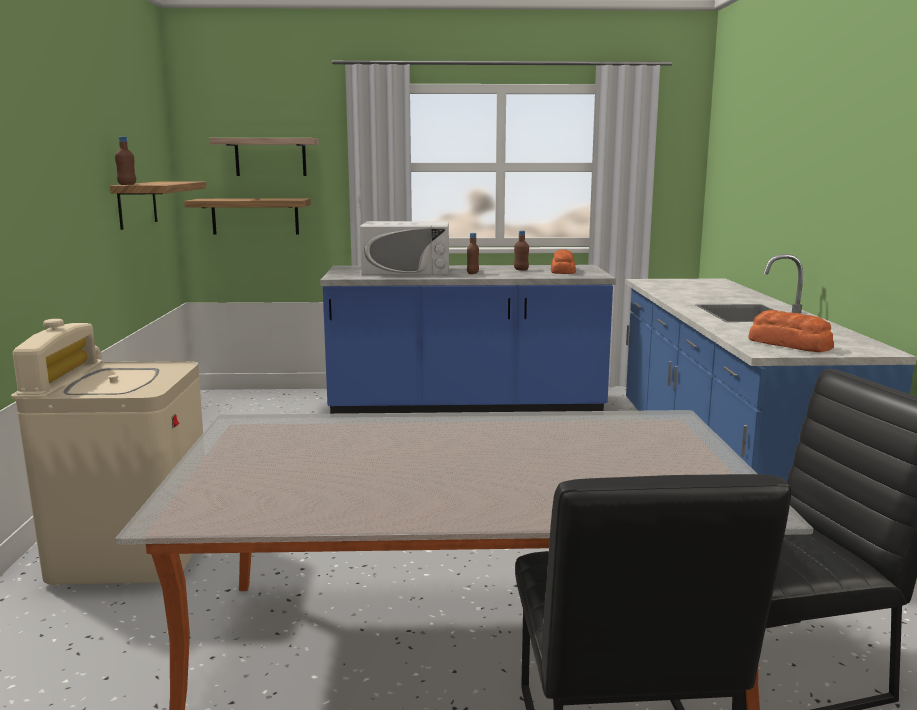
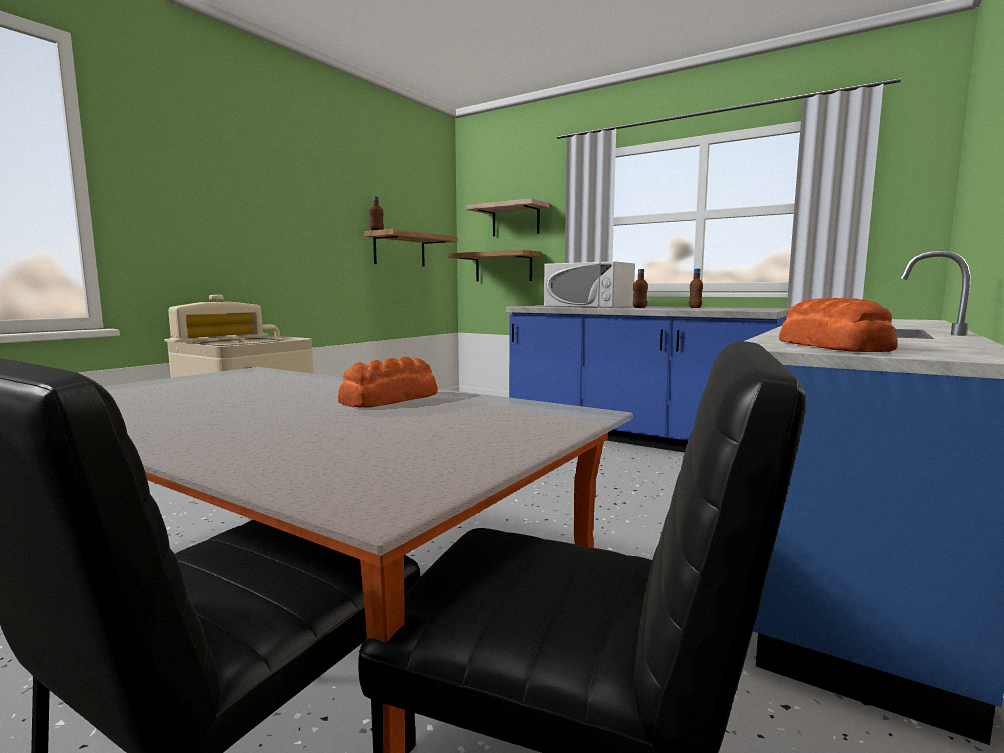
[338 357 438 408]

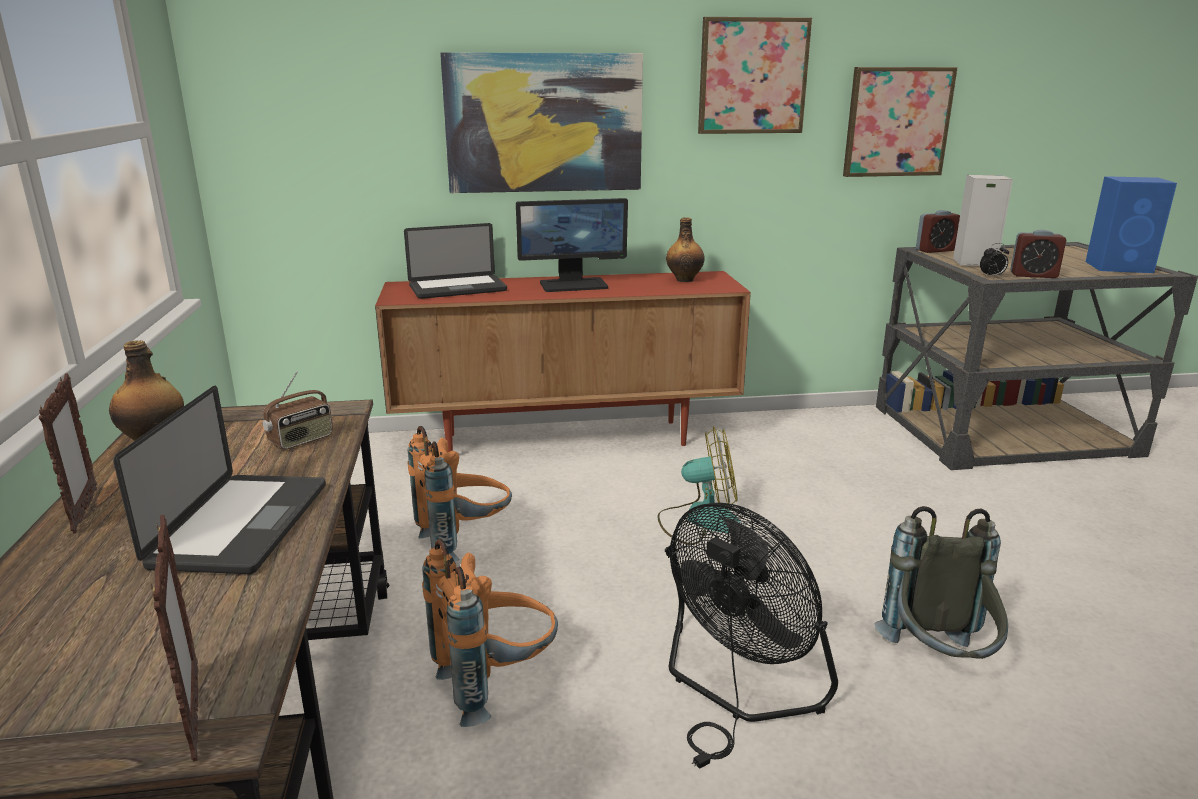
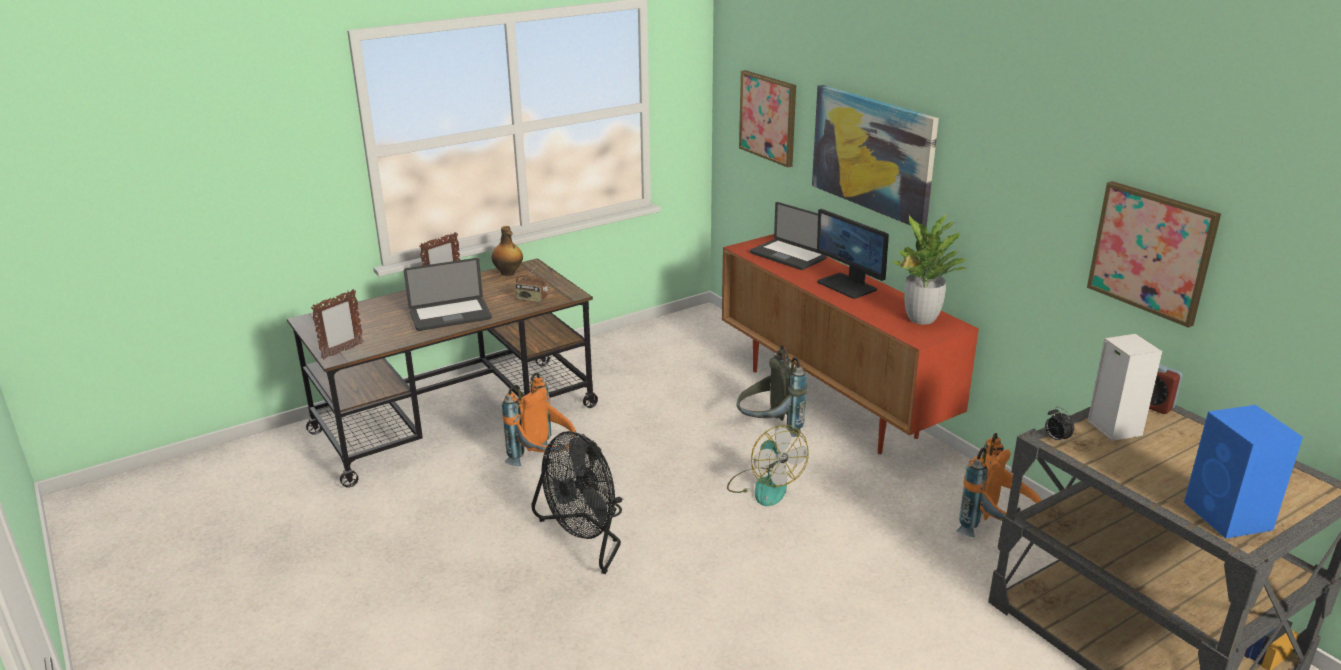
[956 433 1042 537]
[531 431 623 574]
[892 215 966 325]
[739 70 796 167]
[736 345 807 437]
[1010 230 1066 278] (first image)

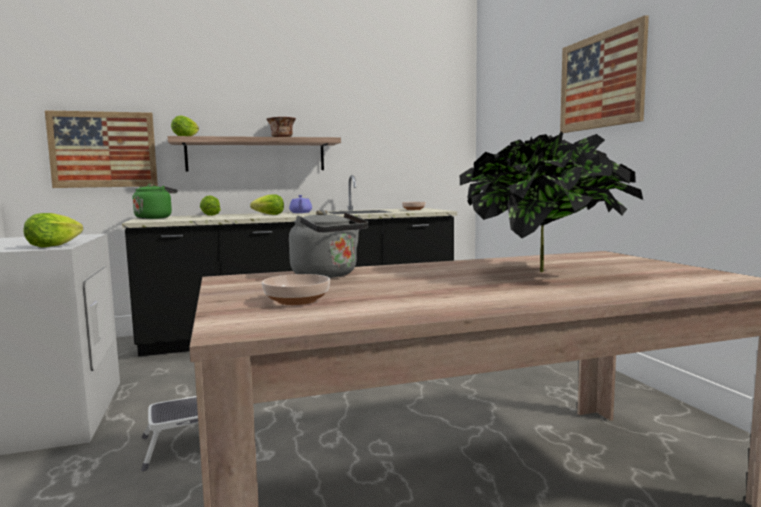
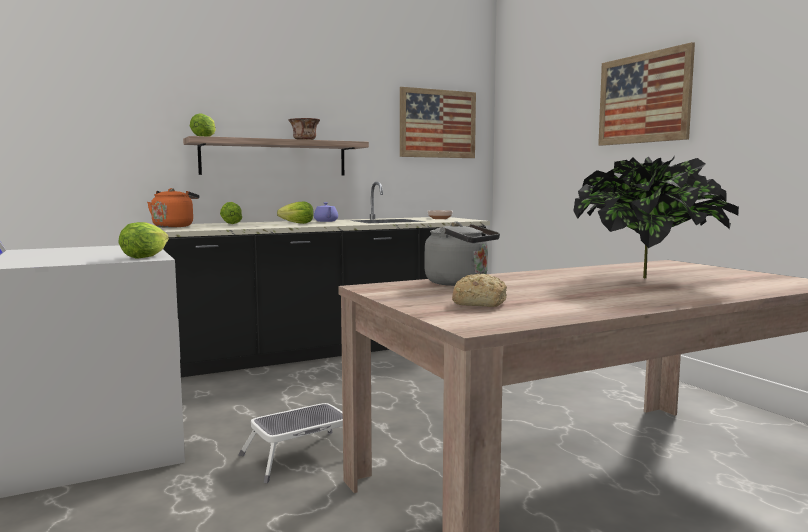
[400 87 476 158]
[147 188 199 228]
[452 274 507 307]

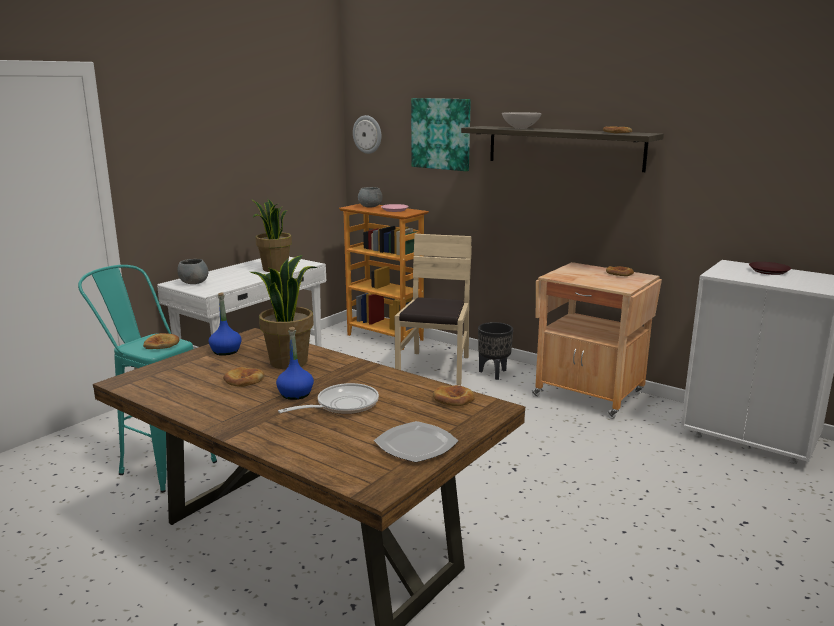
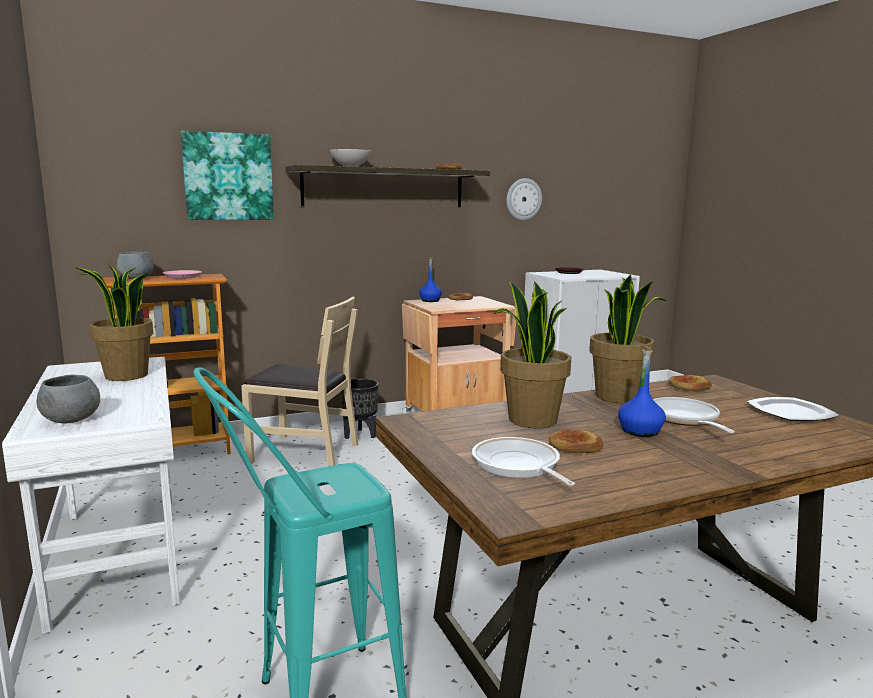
[143 333 180 349] (first image)
[419 257 442 302]
[507 178 542 220]
[241 297 358 466]
[472 437 575 486]
[589 275 667 403]

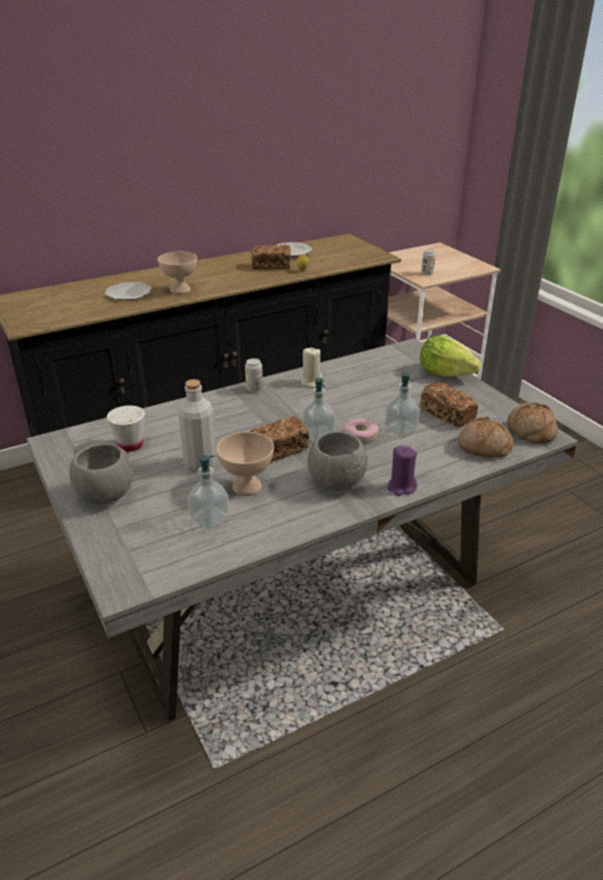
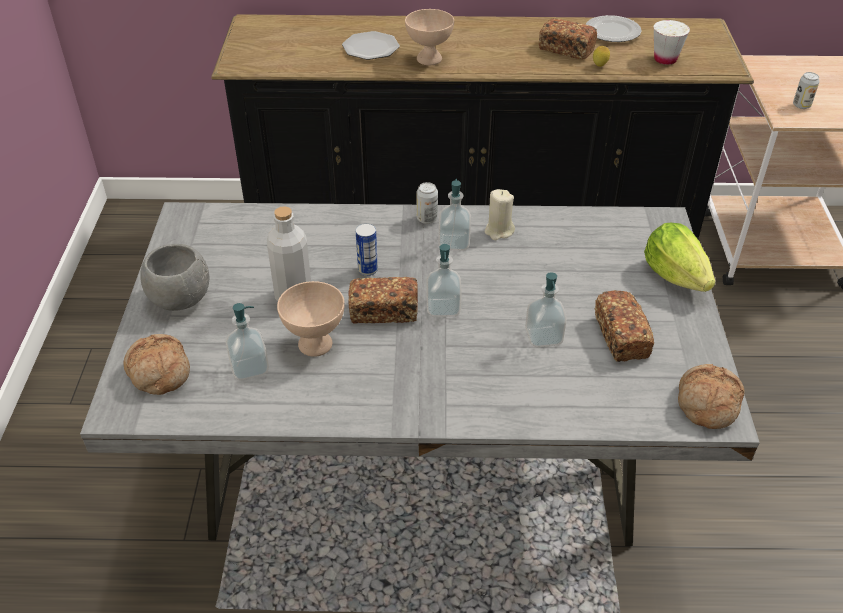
[654 20 690 65]
[308 431 368 491] (first image)
[343 418 379 443] (first image)
[387 446 417 496] (first image)
[123 334 190 395]
[356 223 378 276]
[439 179 471 250]

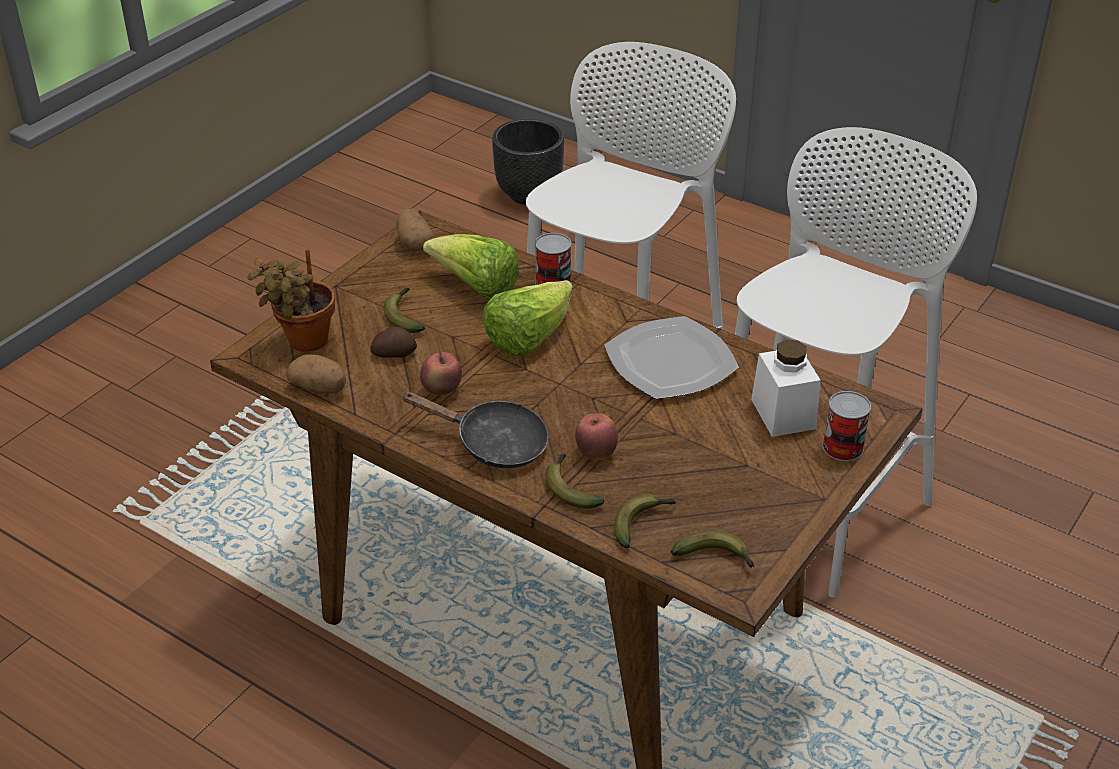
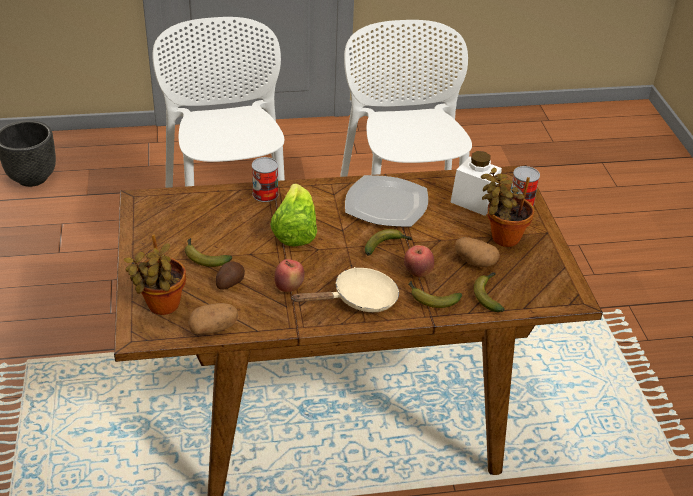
[455 237 500 267]
[291 267 399 312]
[423 234 519 299] (first image)
[365 229 412 256]
[481 167 534 247]

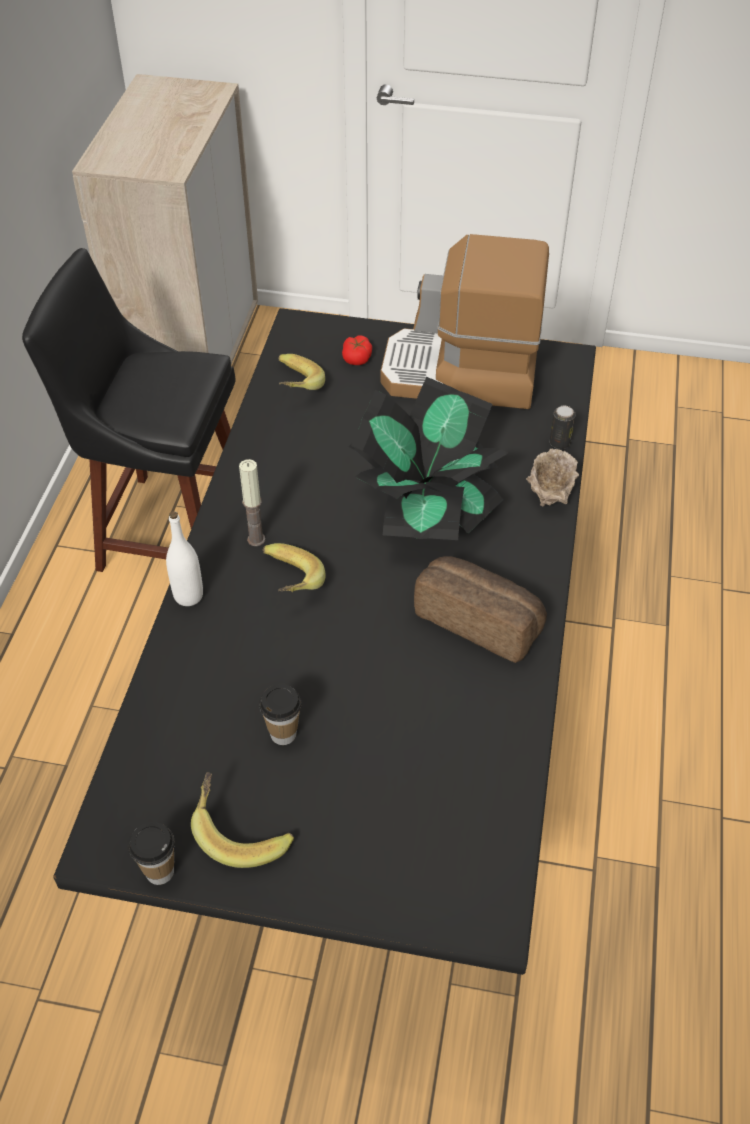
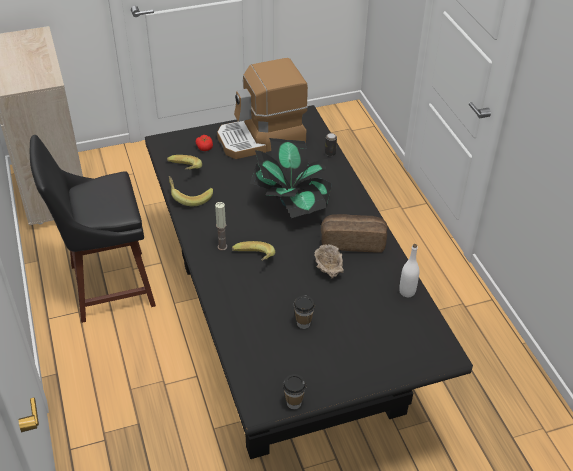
[399 244 419 297]
[169 176 213 206]
[314 244 344 279]

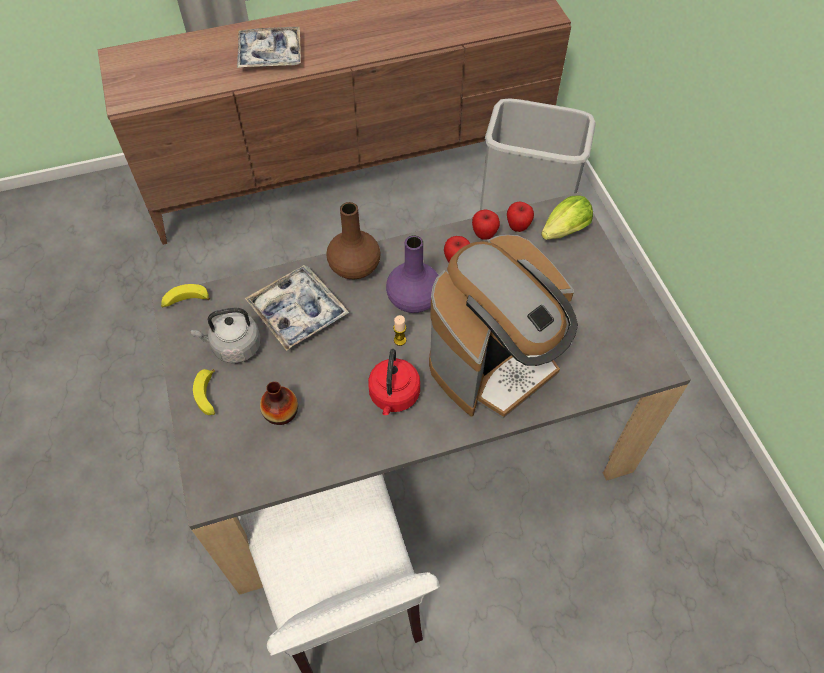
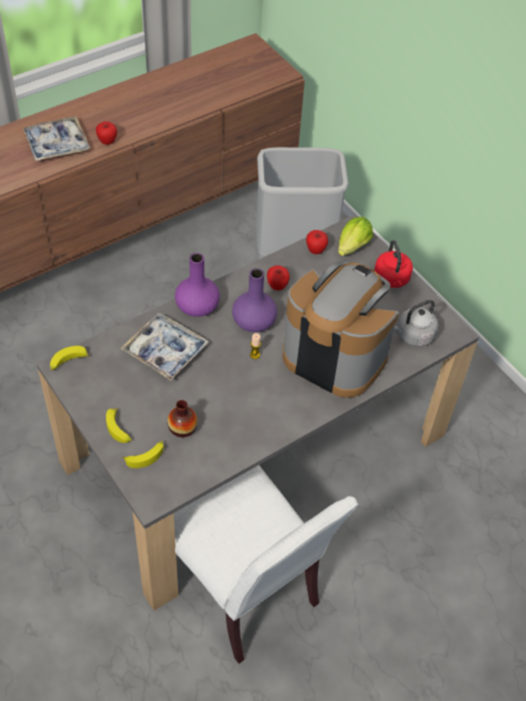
[394 300 438 346]
[175 253 220 317]
[374 240 413 288]
[282 261 399 398]
[96 122 117 145]
[122 441 164 468]

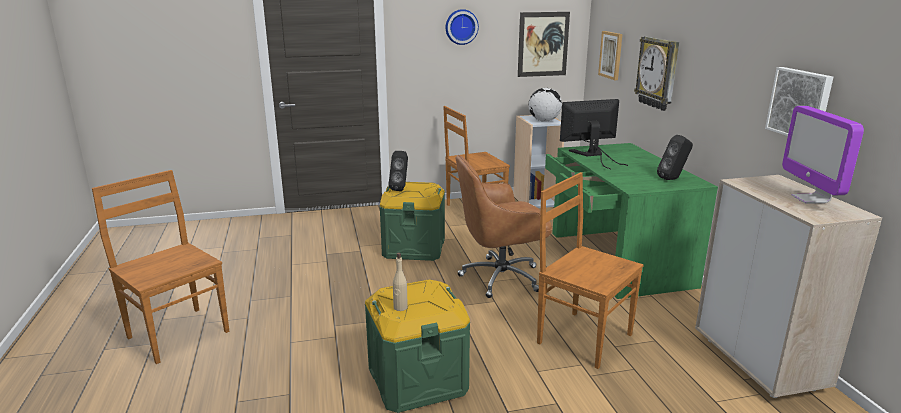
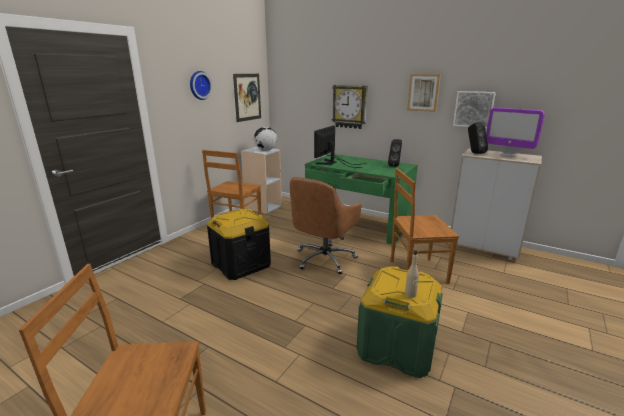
[207 209 271 280]
[468 122 488 154]
[407 74 441 112]

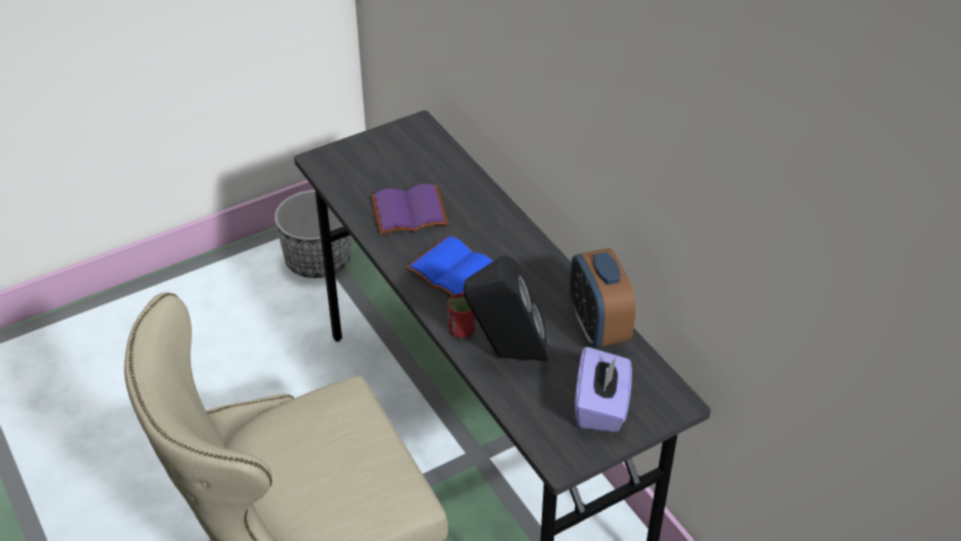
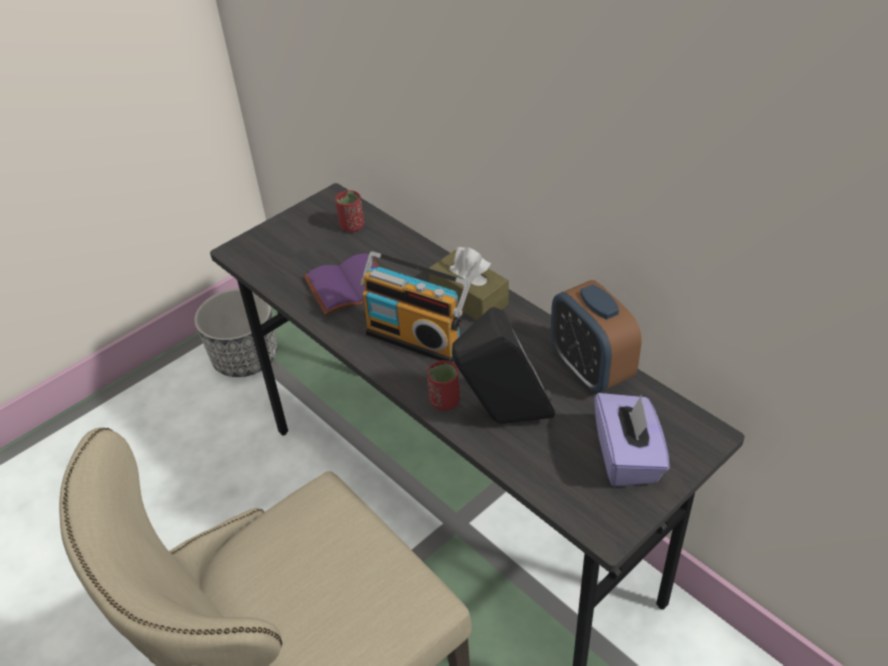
[360 251 471 362]
[335 190 364 232]
[429 247 509 320]

